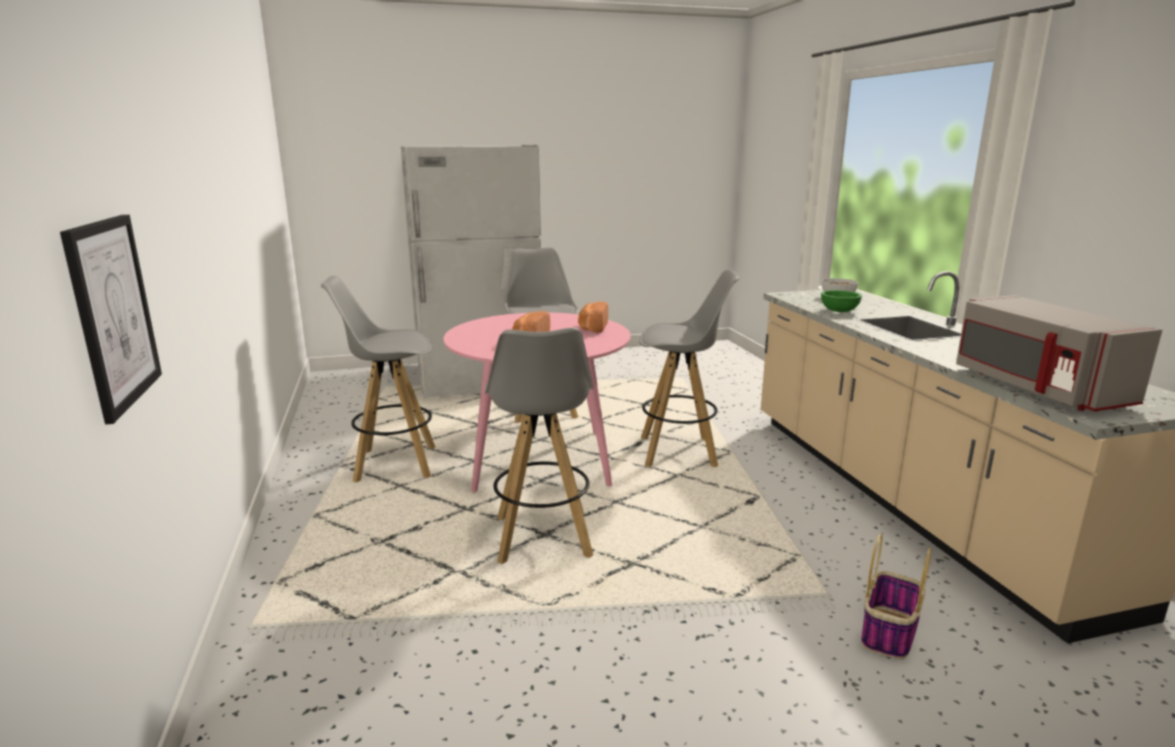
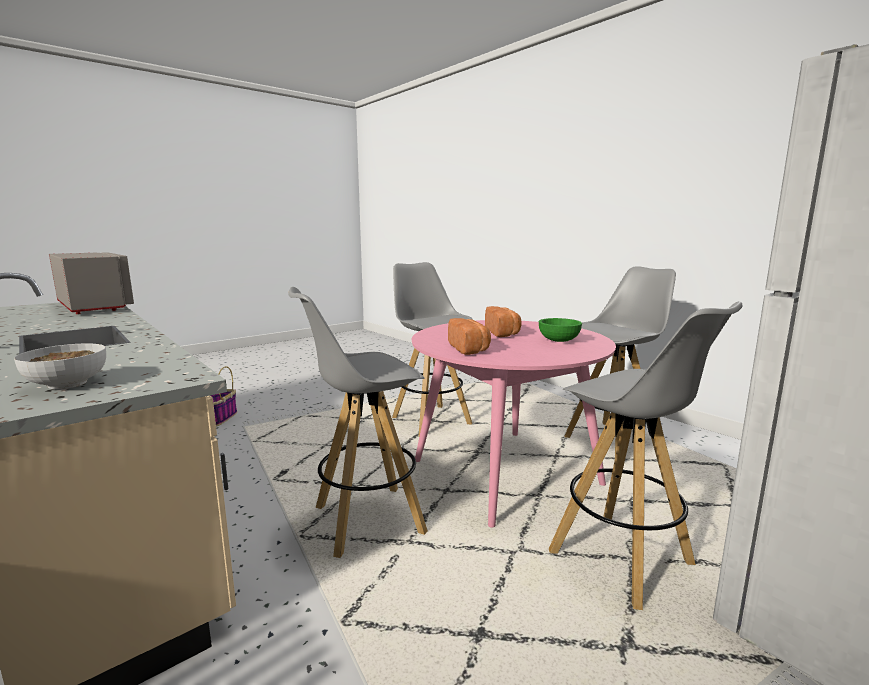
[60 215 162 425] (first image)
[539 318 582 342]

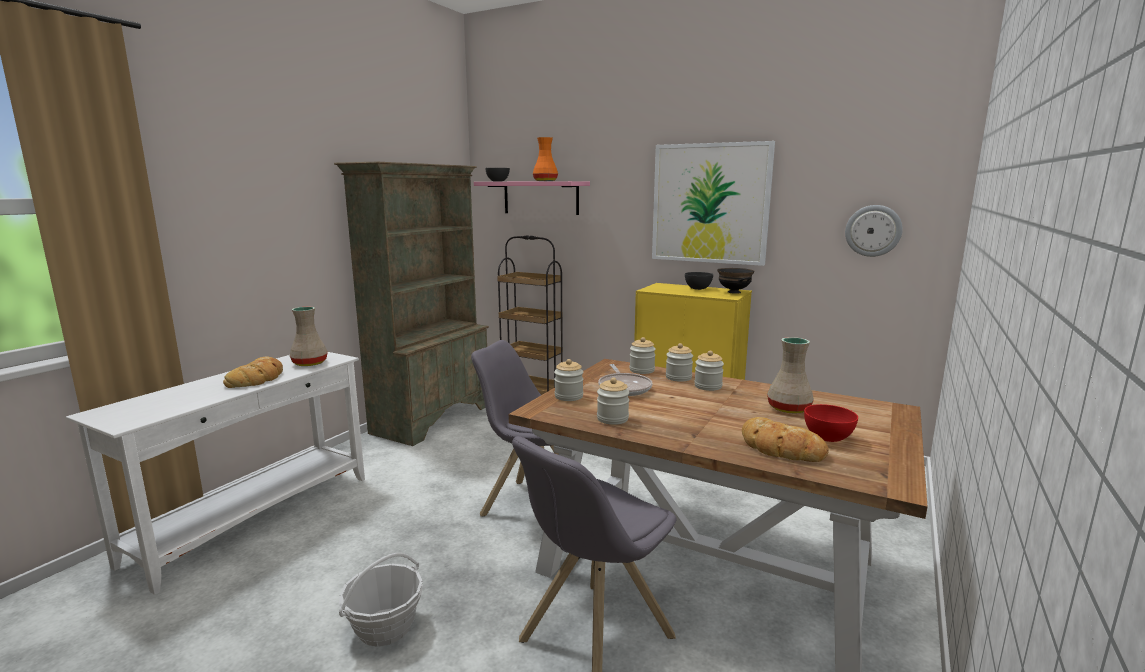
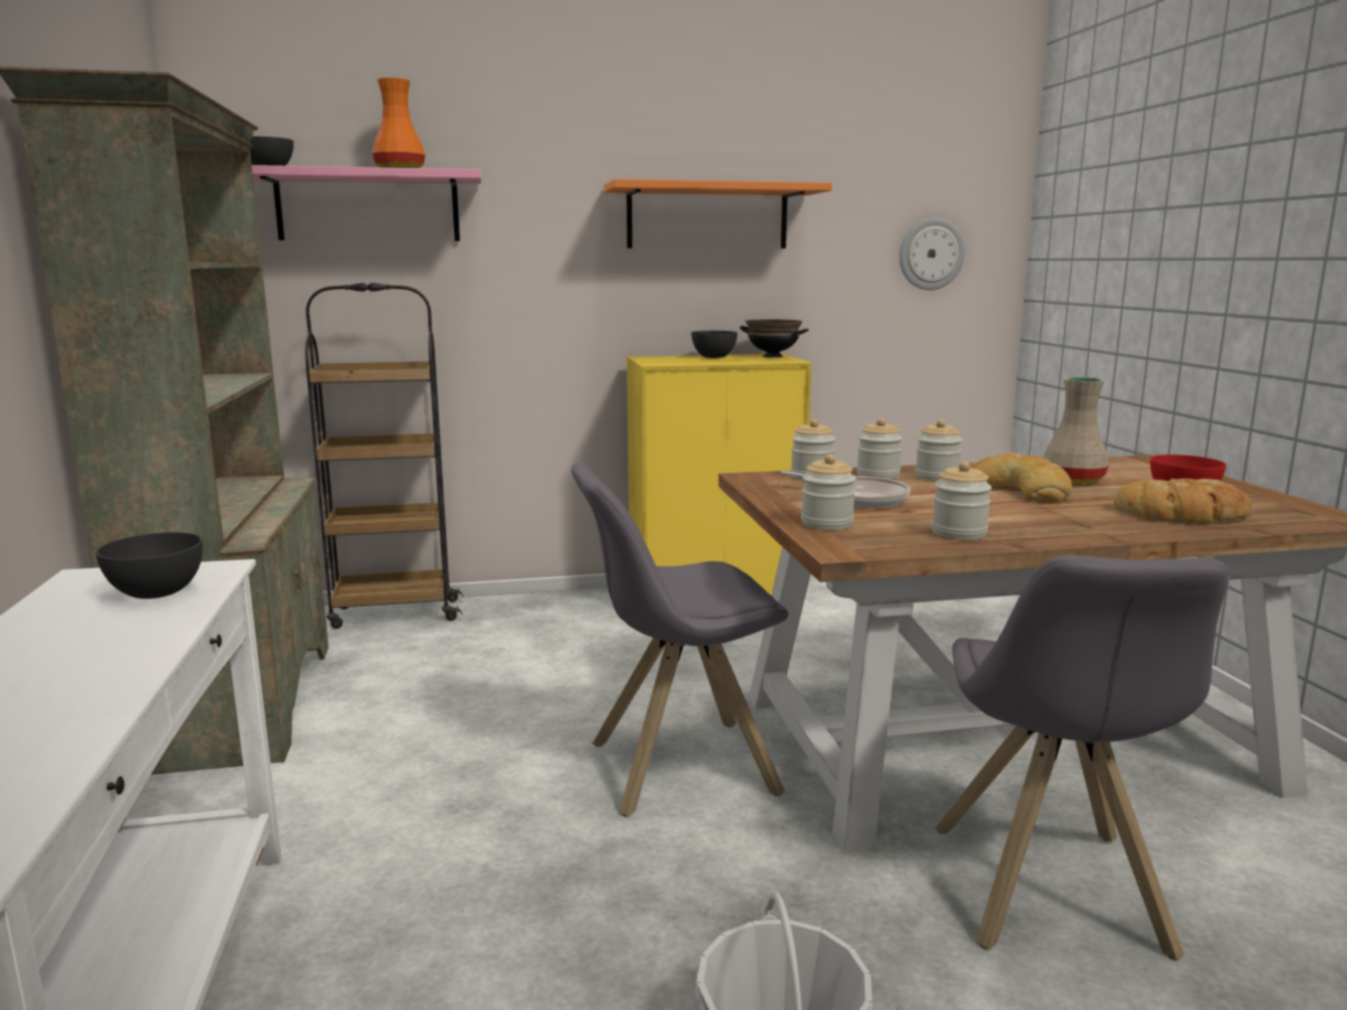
[972 453 1072 502]
[95 532 203 599]
[604 179 832 249]

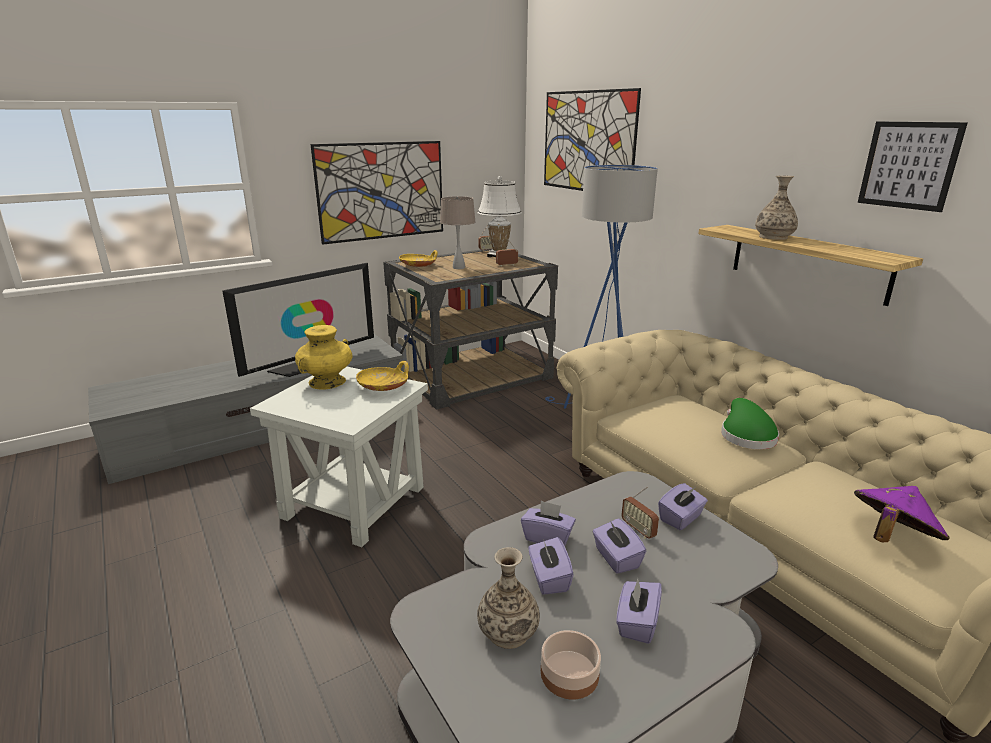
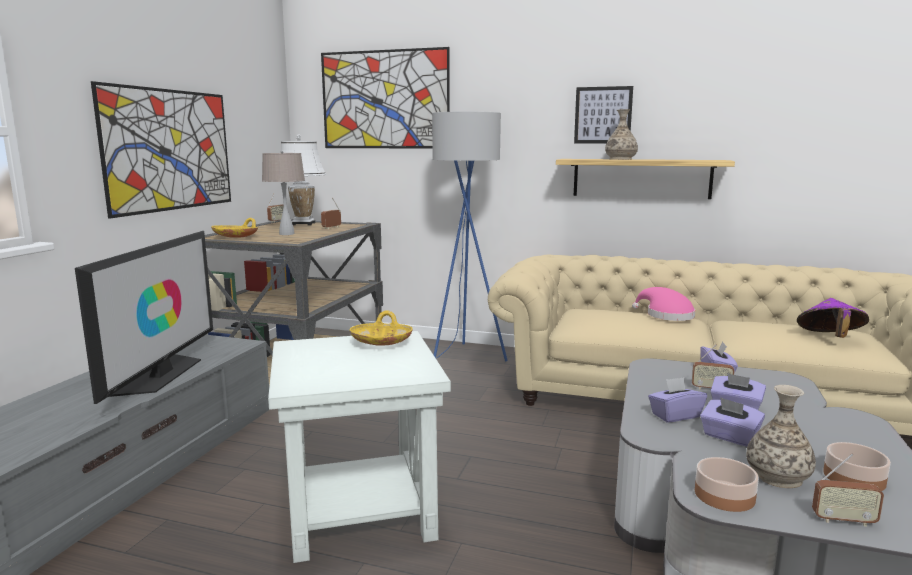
[295 325 353 390] (first image)
[616 578 662 644] (first image)
[632 287 695 321]
[574 86 633 144]
[695 457 759 512]
[812 454 884 527]

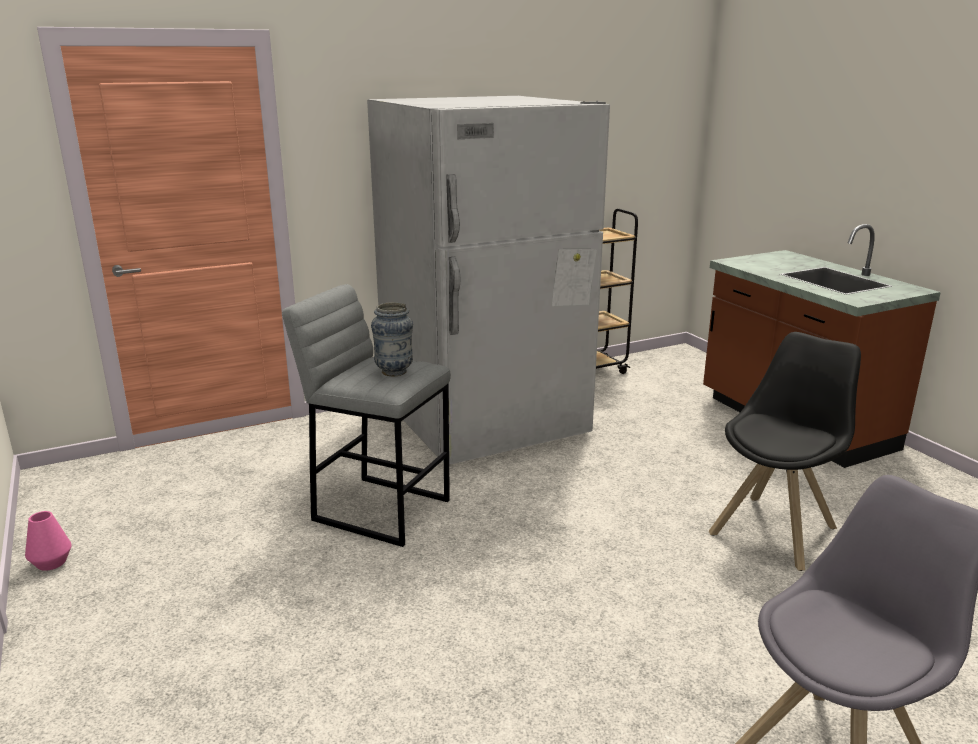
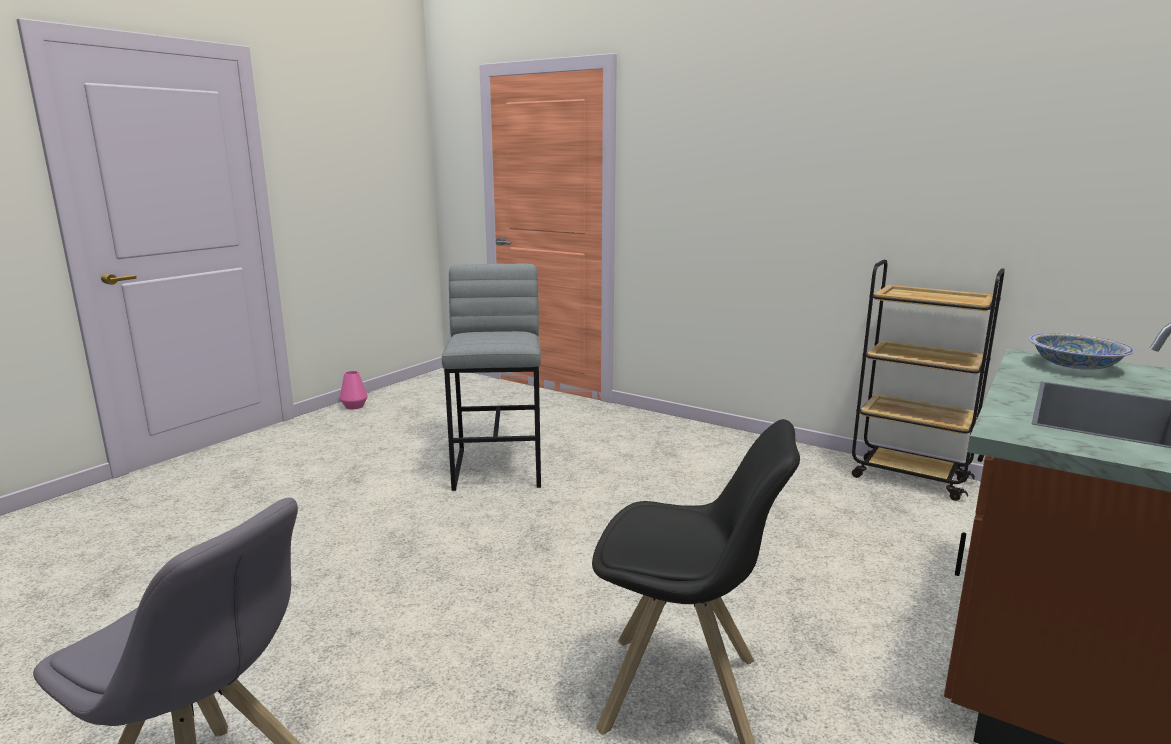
[367 96 610 465] (first image)
[371 302 413 376] (first image)
[1029 333 1134 370]

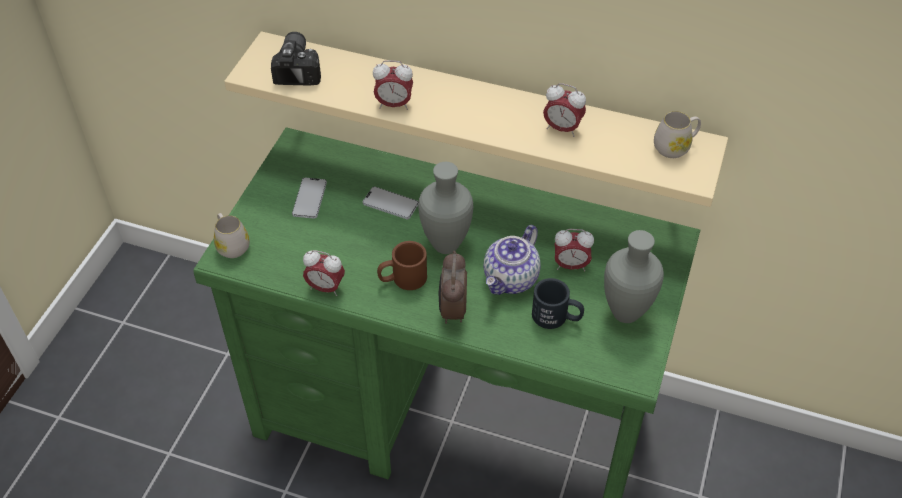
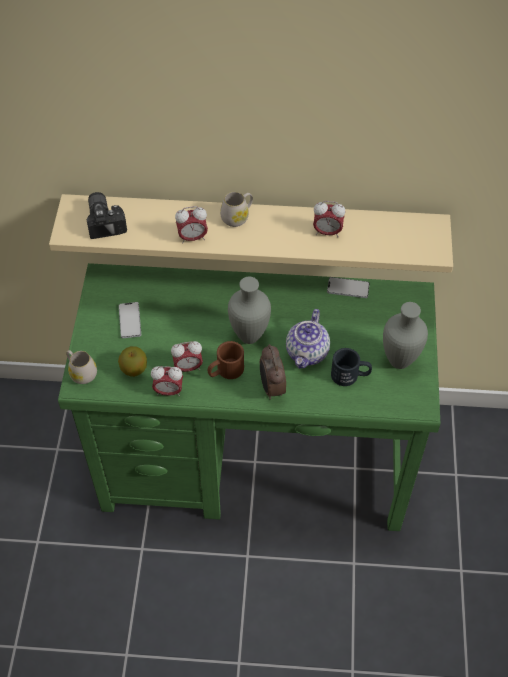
[327 277 370 298]
[171 341 203 372]
[220 192 253 227]
[118 346 147 377]

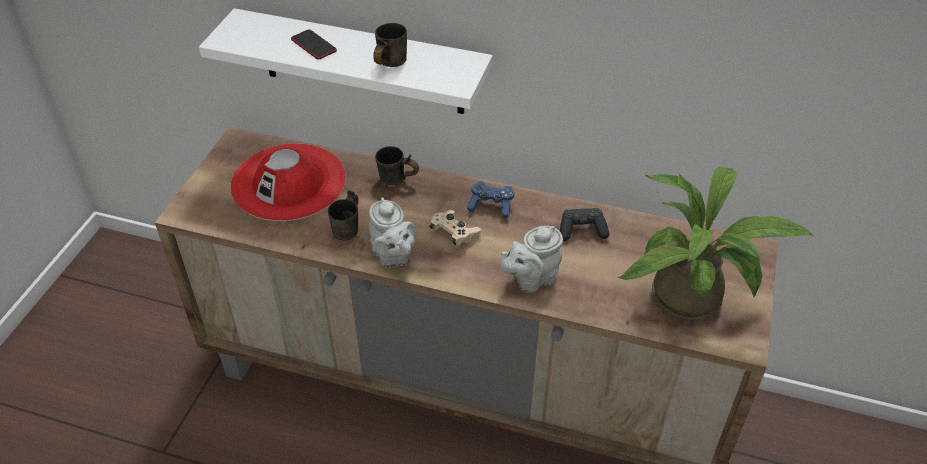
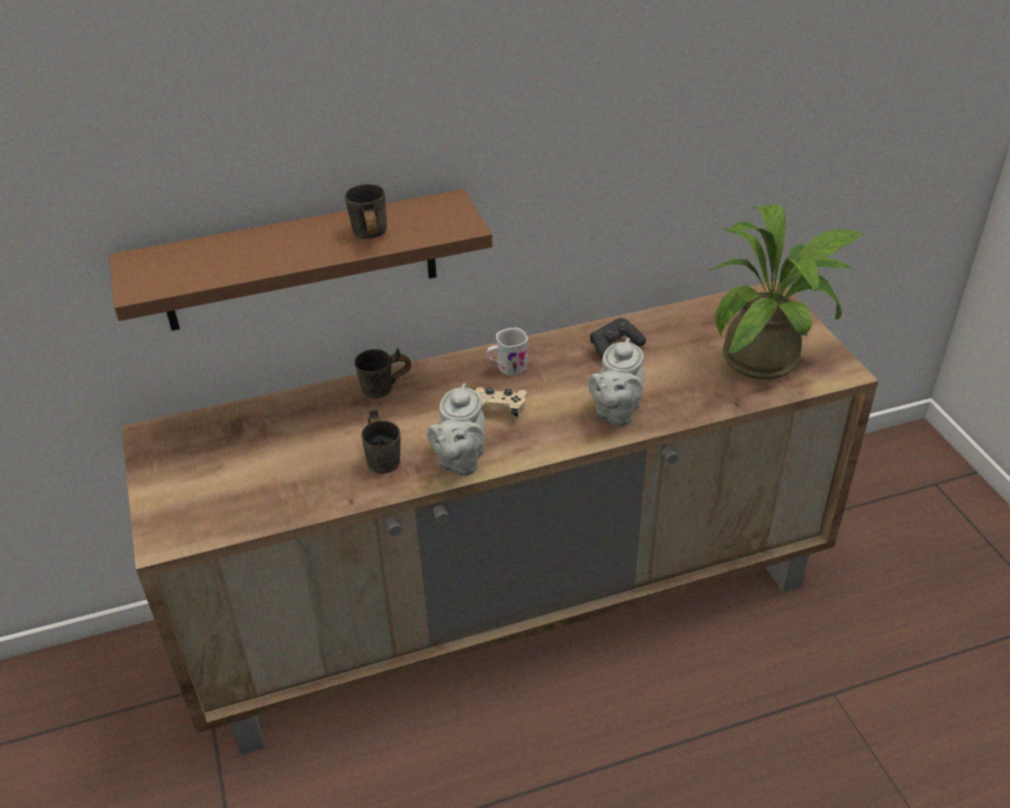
[109 189 493 331]
[231 143 346 221] (first image)
[291 29 337 59] (first image)
[427 383 485 476]
[487 328 528 375]

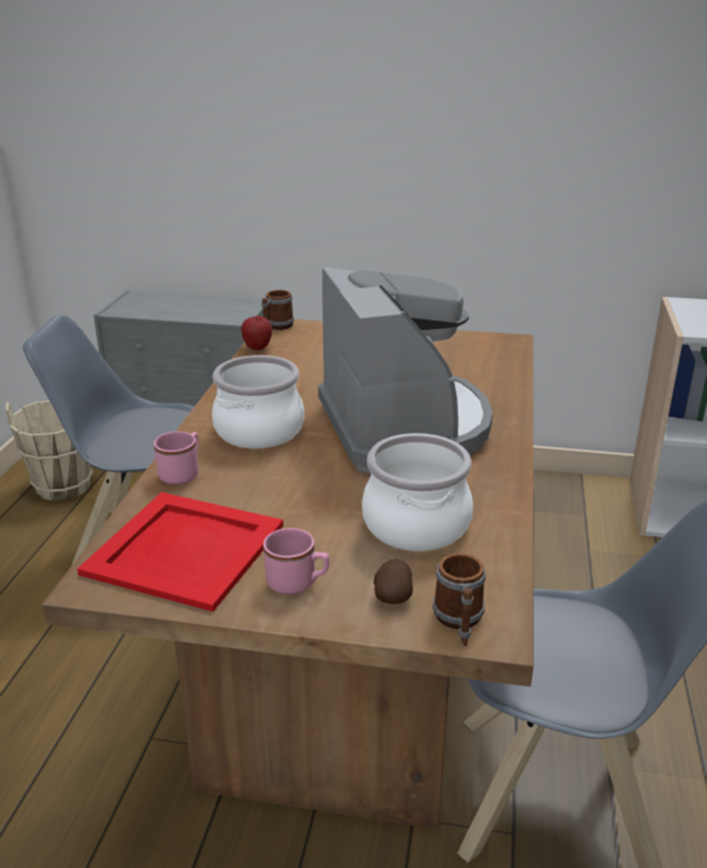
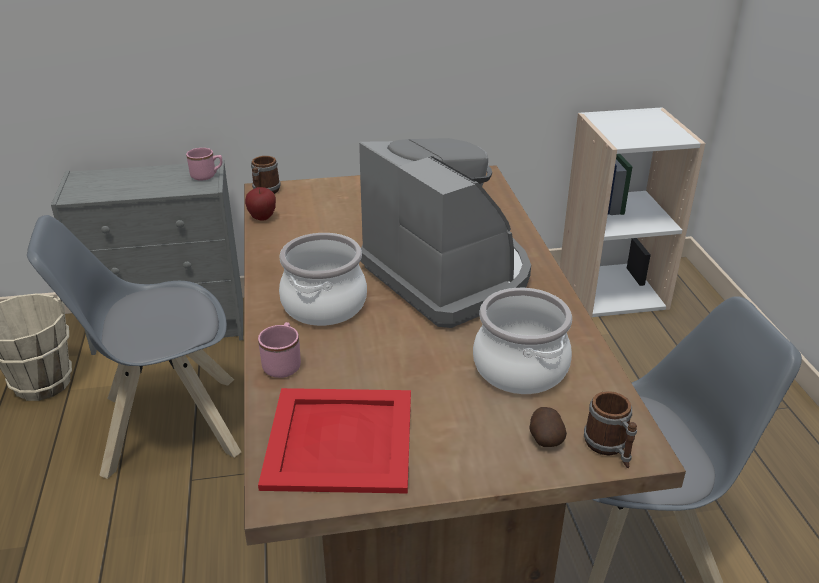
[186 148 222 181]

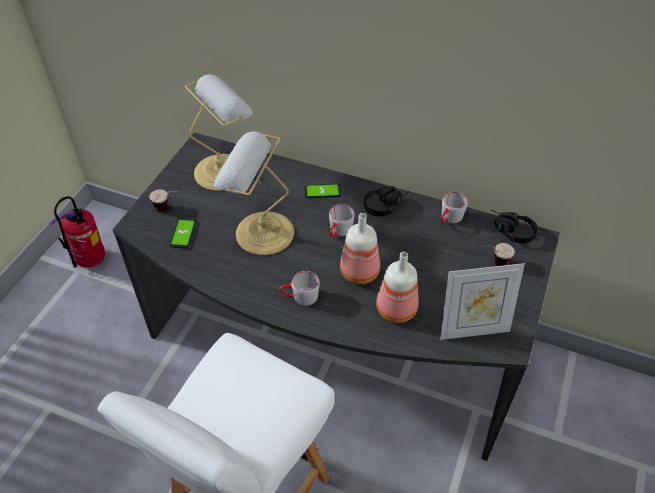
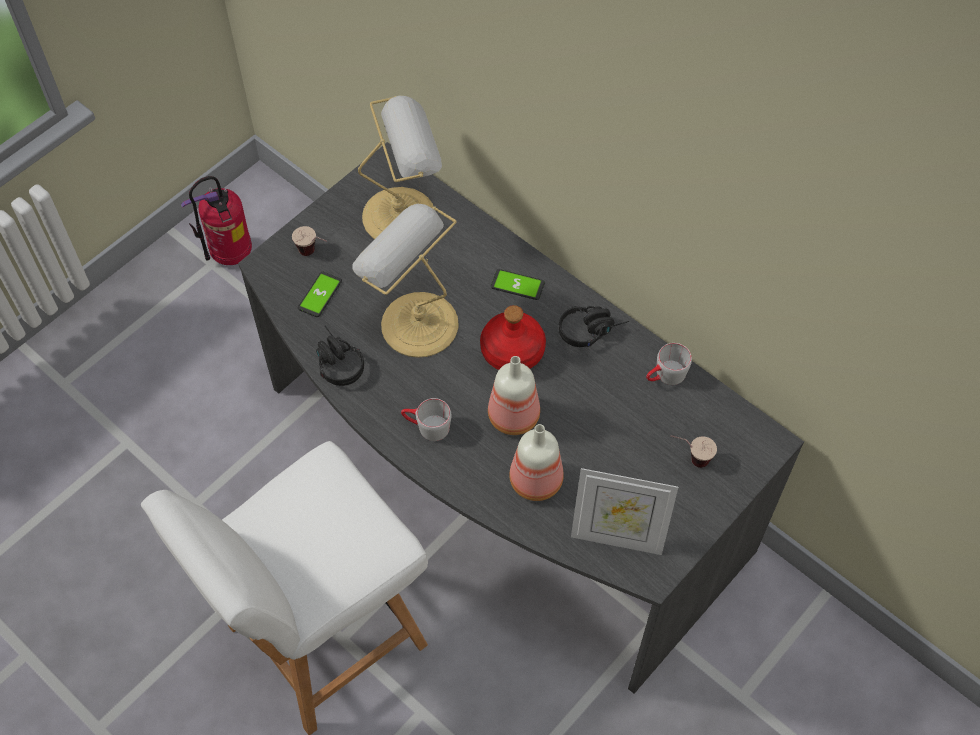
[480 305 546 370]
[316 326 364 386]

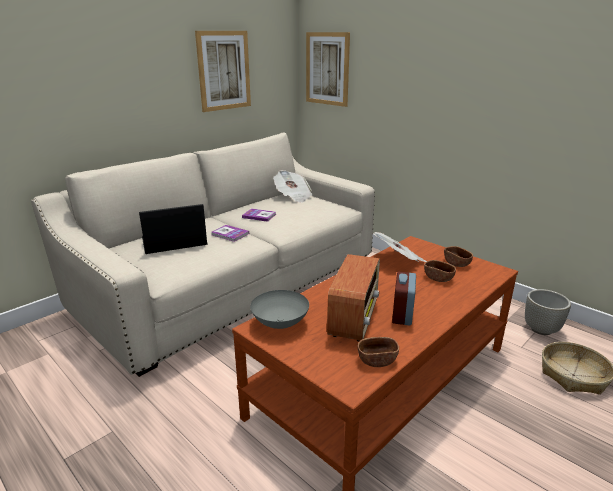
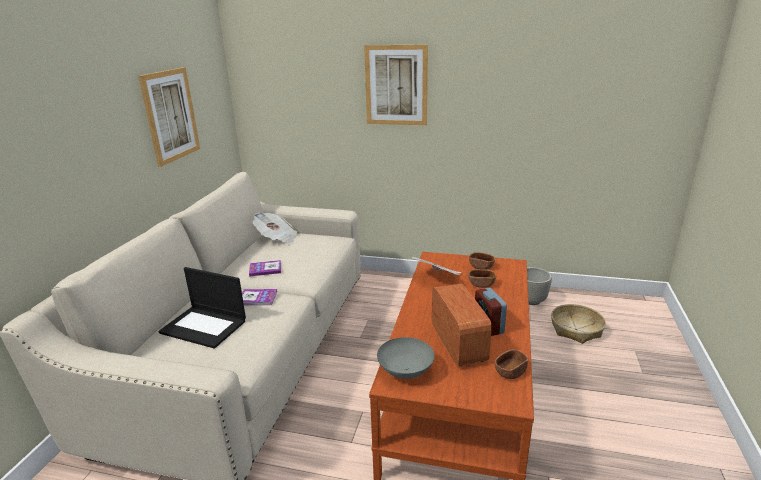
[158 267 246 349]
[364 45 428 125]

